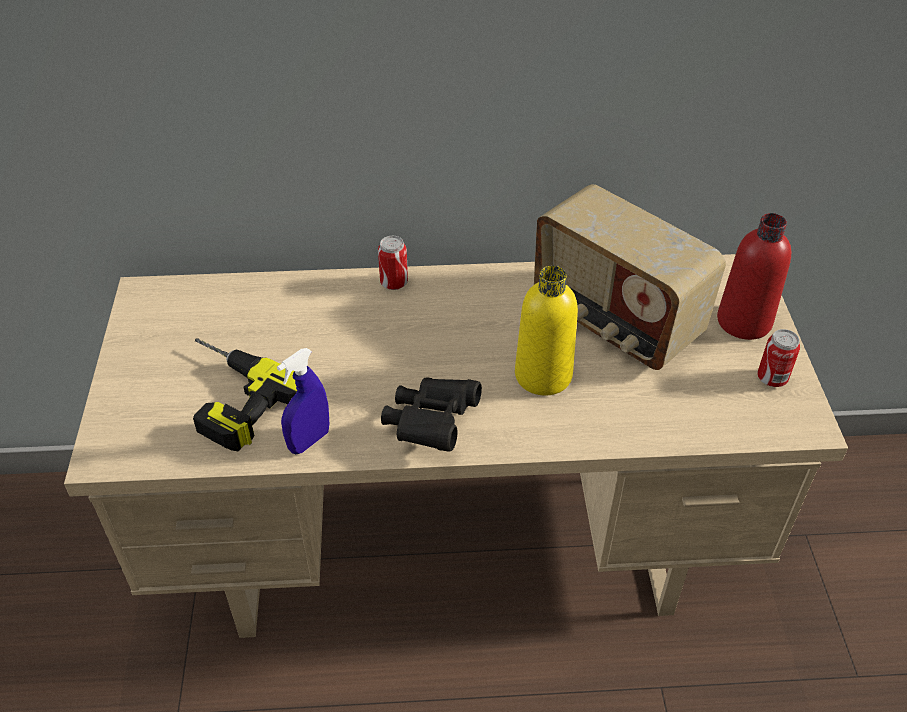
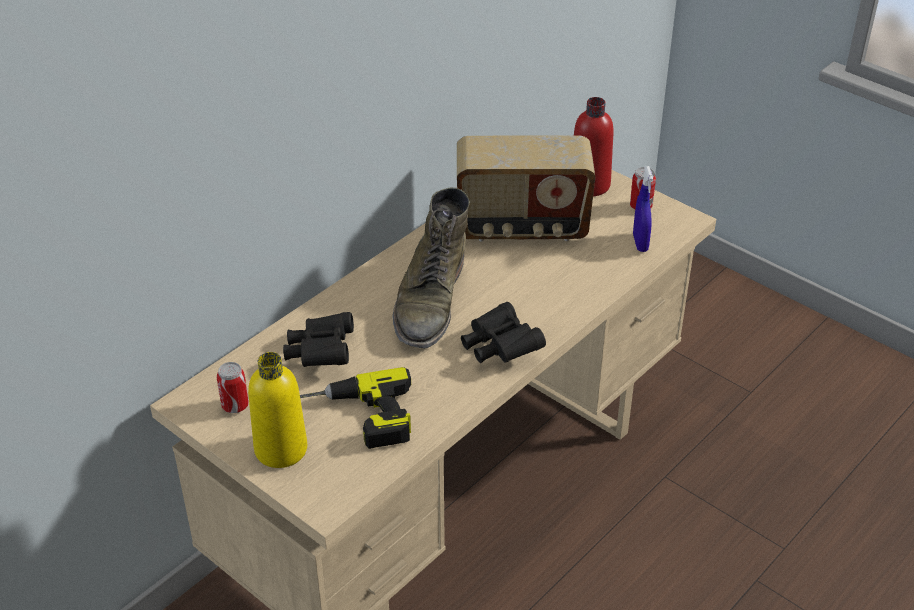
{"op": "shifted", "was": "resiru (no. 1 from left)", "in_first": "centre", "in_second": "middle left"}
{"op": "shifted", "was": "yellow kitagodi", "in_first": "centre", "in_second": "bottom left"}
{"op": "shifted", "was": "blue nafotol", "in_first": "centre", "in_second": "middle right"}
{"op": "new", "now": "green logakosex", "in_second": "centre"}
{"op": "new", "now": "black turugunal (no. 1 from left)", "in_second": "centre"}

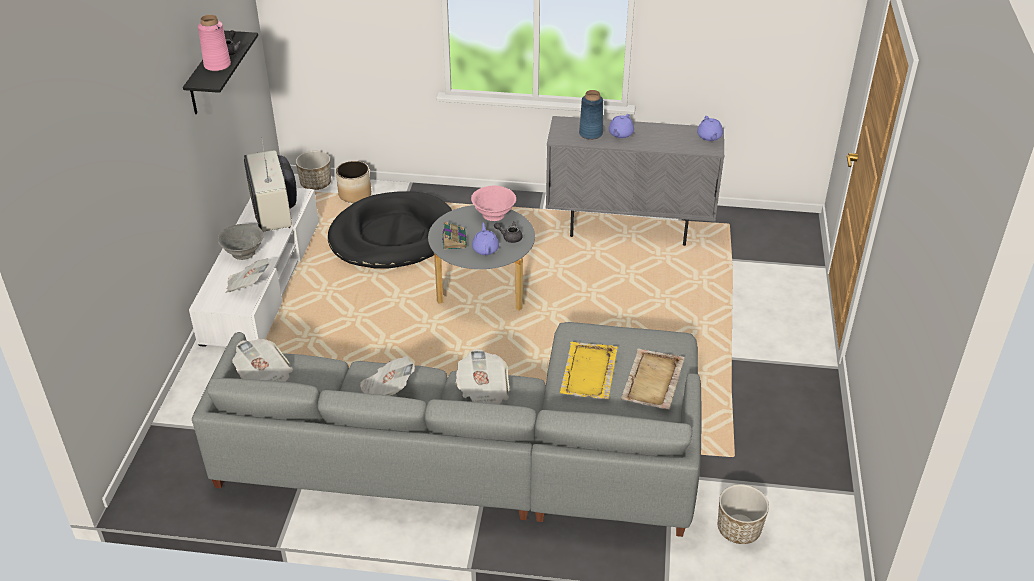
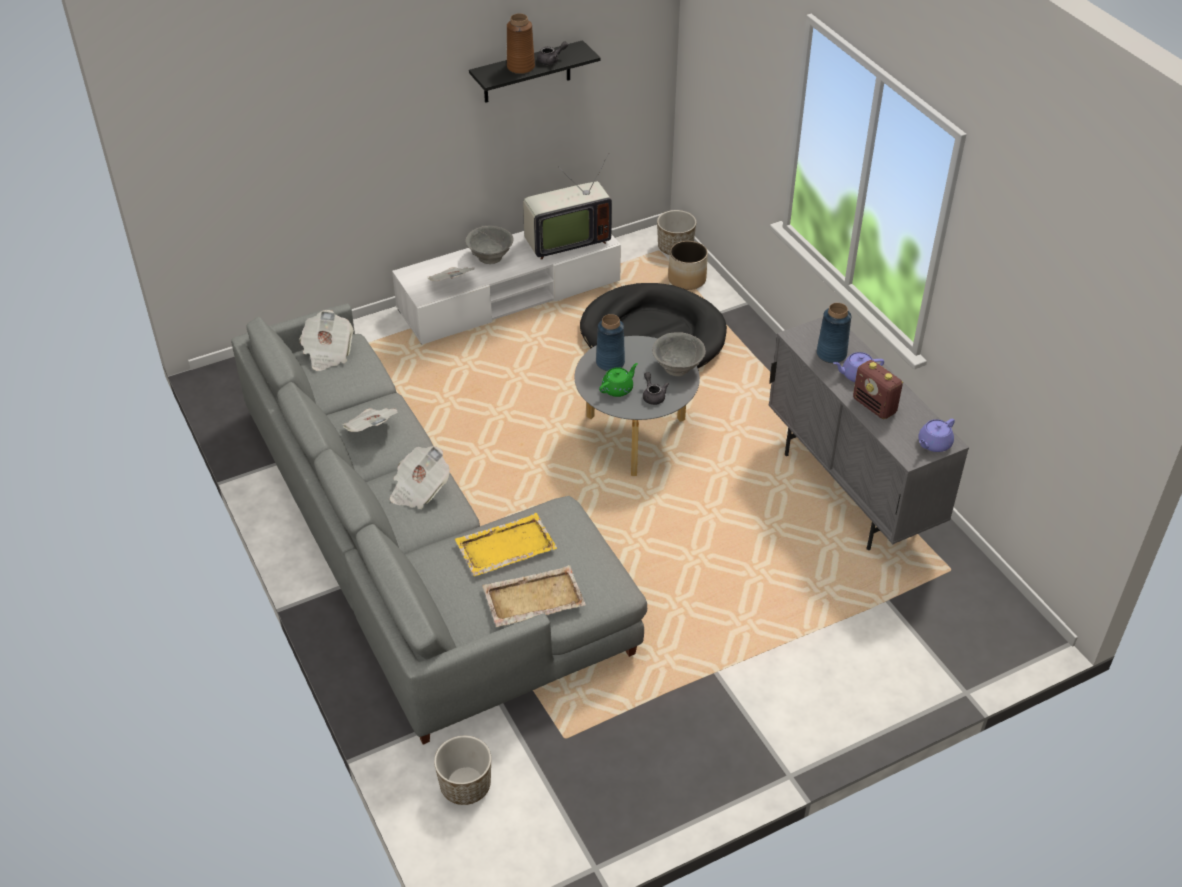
{"op": "repainted", "was": "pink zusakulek", "now": "brown zusakulek", "in_first": "top left", "in_second": "top centre"}
{"op": "rotated", "was": "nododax", "in_first": "top left", "in_second": "top centre", "clockwise": -150}
{"op": "repainted", "was": "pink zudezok", "now": "grey zudezok (no. 2 from left)", "in_first": "centre", "in_second": "centre"}
{"op": "swapped", "was": "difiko", "now": "blue zusakulek (no. 1 from left)", "in_first": "centre", "in_second": "centre"}
{"op": "repainted", "was": "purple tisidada (no. 1 from left)", "now": "green tisidada", "in_first": "centre", "in_second": "centre"}
{"op": "new", "now": "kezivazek", "in_second": "middle right"}

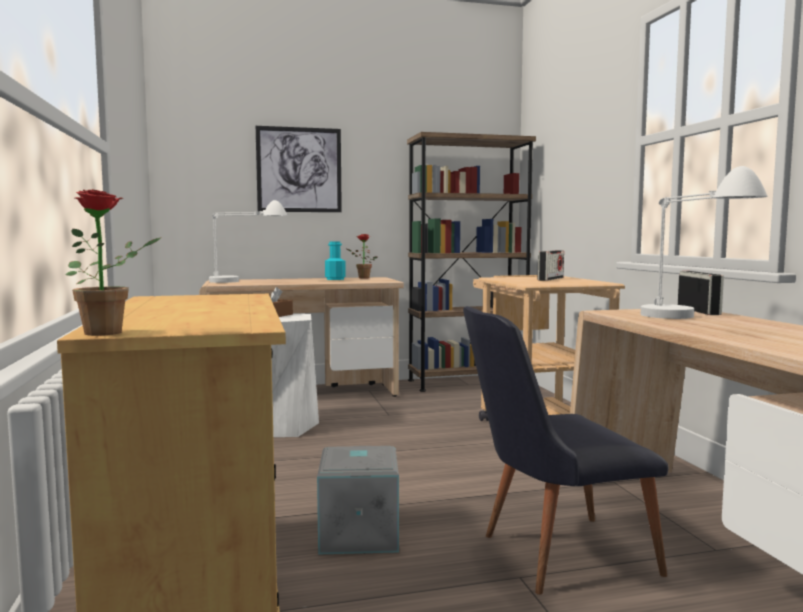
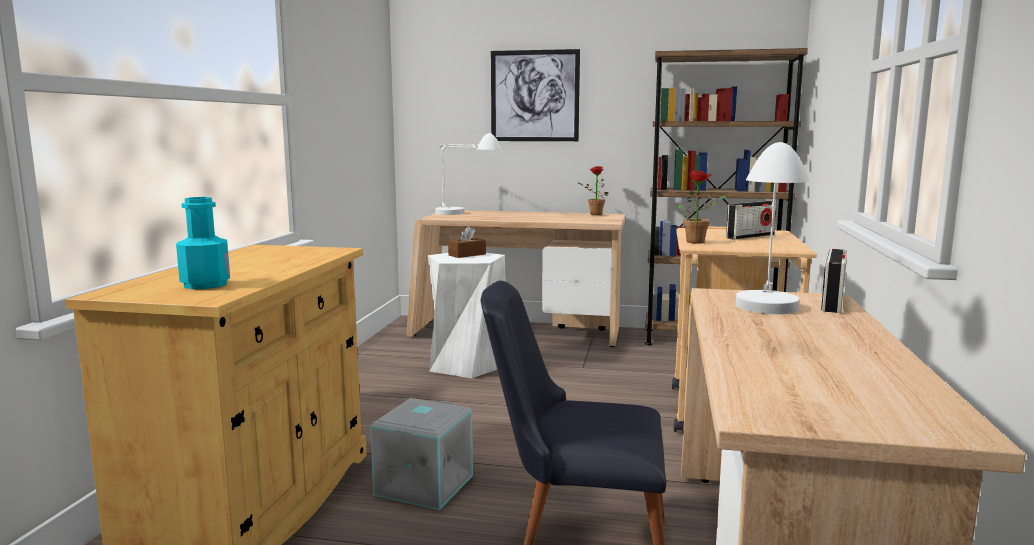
{"op": "shifted", "was": "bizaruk (no. 1 from left in the first image)", "now": "bizaruk (no. 2 from left)", "in_first": "middle left", "in_second": "middle right"}
{"op": "shifted", "was": "turquoise kitagodi", "in_first": "centre", "in_second": "middle left"}

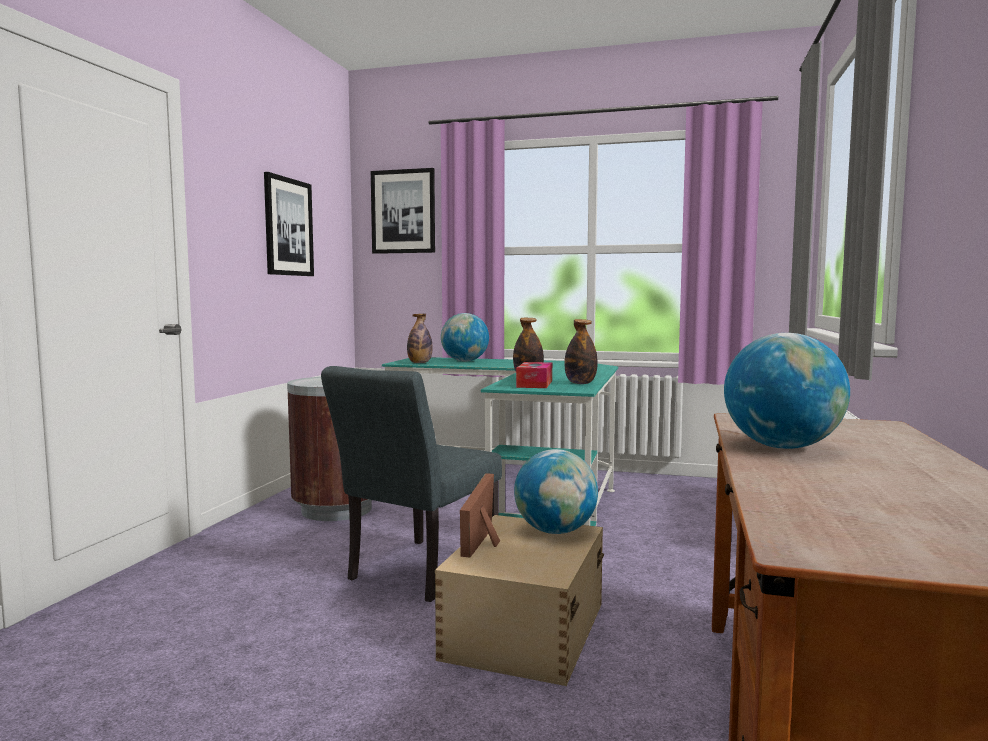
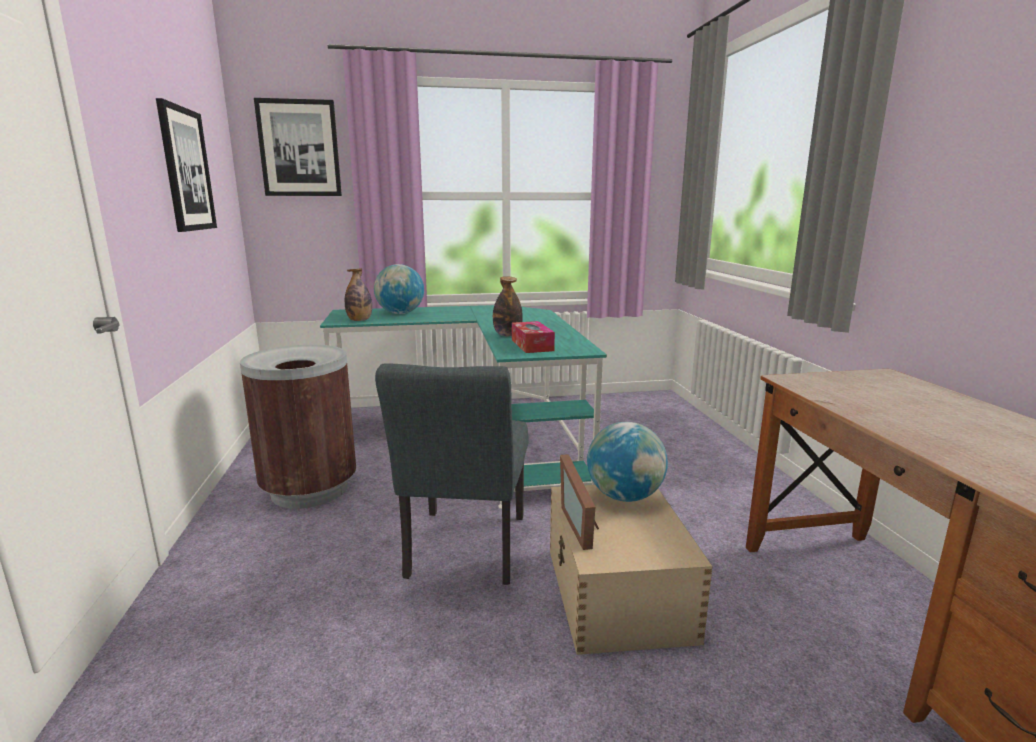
{"op": "gone", "was": "kitagodi (no. 3 from left)", "in_first": "centre"}
{"op": "gone", "was": "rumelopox (no. 3 from left)", "in_first": "middle right"}

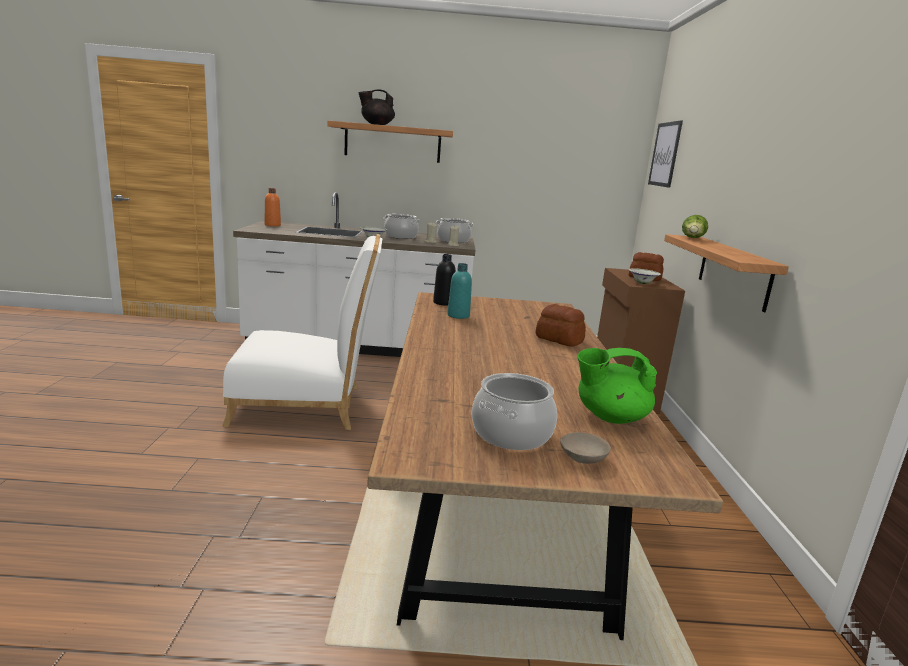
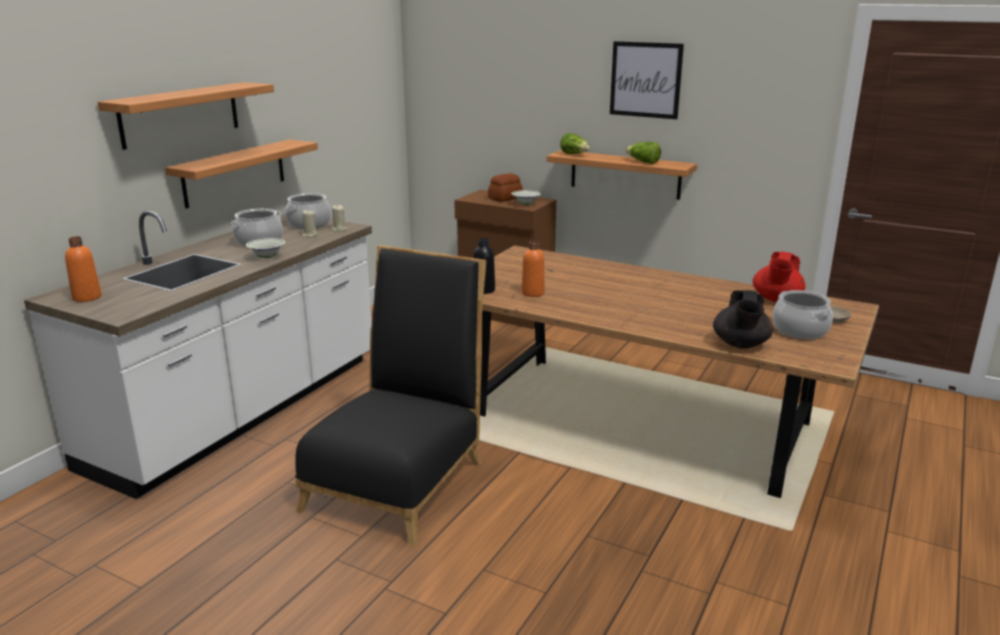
{"op": "shifted", "was": "black tisidada", "in_first": "top centre", "in_second": "middle right"}
{"op": "shifted", "was": "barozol", "in_first": "top right", "in_second": "top centre"}
{"op": "repainted", "was": "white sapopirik", "now": "black sapopirik", "in_first": "middle left", "in_second": "centre"}
{"op": "repainted", "was": "turquoise kitagodi", "now": "orange kitagodi (no. 2 from left)", "in_first": "centre", "in_second": "centre"}
{"op": "gone", "was": "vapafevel (no. 1 from left)", "in_first": "centre"}
{"op": "repainted", "was": "green tisidada", "now": "red tisidada", "in_first": "middle right", "in_second": "middle right"}
{"op": "new", "now": "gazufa (no. 2 from left)", "in_second": "top left"}
{"op": "new", "now": "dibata (no. 2 from left)", "in_second": "top centre"}

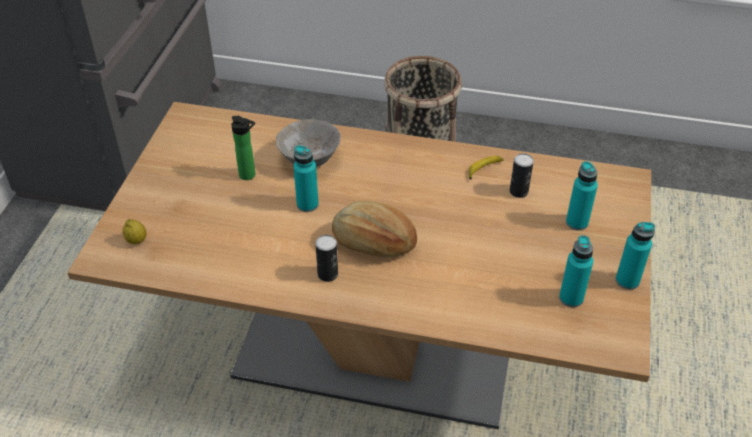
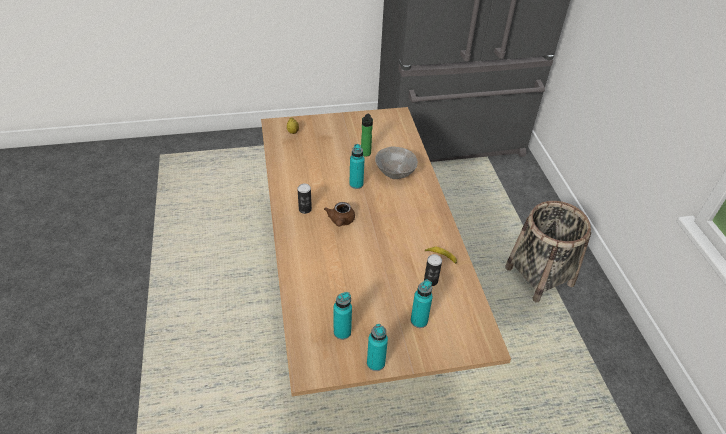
{"op": "swapped", "was": "vapafevel", "now": "brown tisidada", "in_first": "centre", "in_second": "centre"}

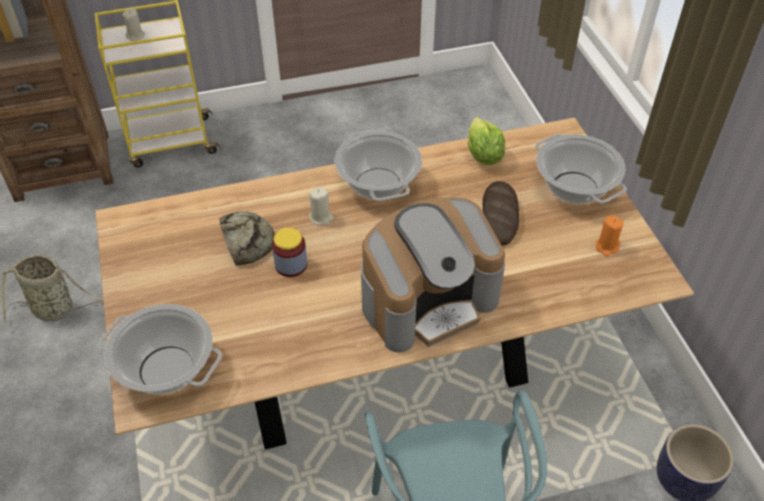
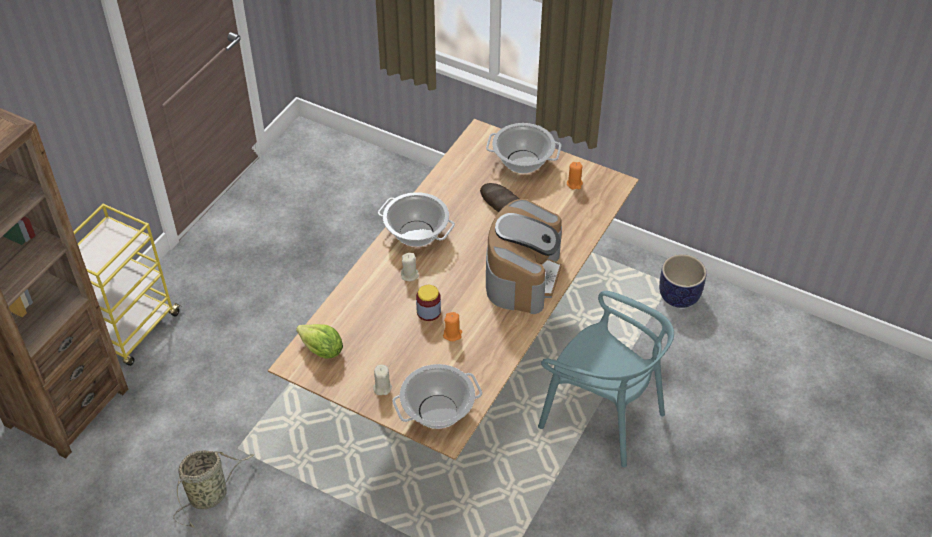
{"op": "shifted", "was": "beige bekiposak (no. 1 from left)", "in_first": "top left", "in_second": "bottom centre"}
{"op": "shifted", "was": "dibata", "in_first": "top centre", "in_second": "centre"}
{"op": "gone", "was": "vapafevel (no. 1 from left)", "in_first": "middle left"}
{"op": "new", "now": "orange bekiposak (no. 1 from left)", "in_second": "centre"}

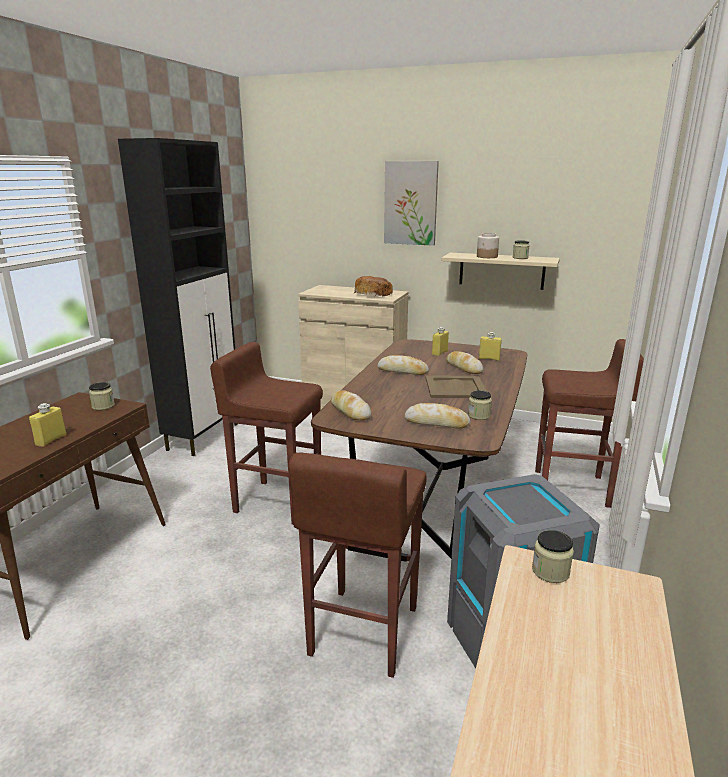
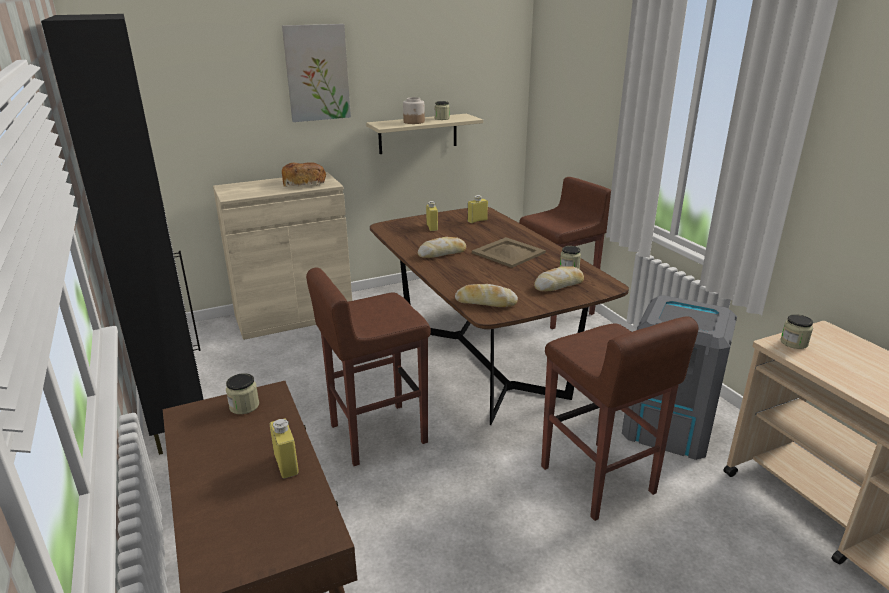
{"op": "gone", "was": "vapafevel (no. 5 from left)", "in_first": "centre"}

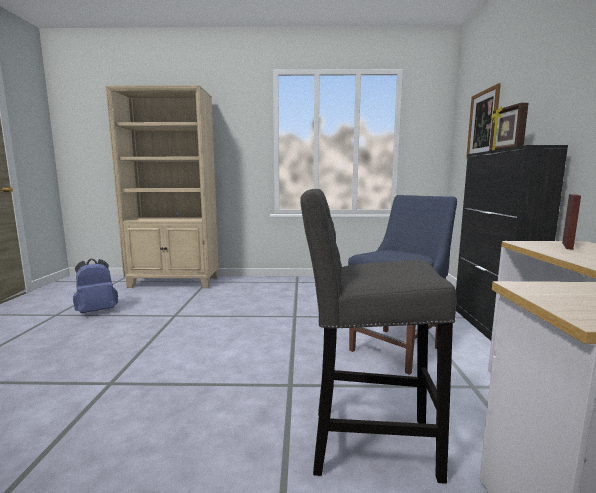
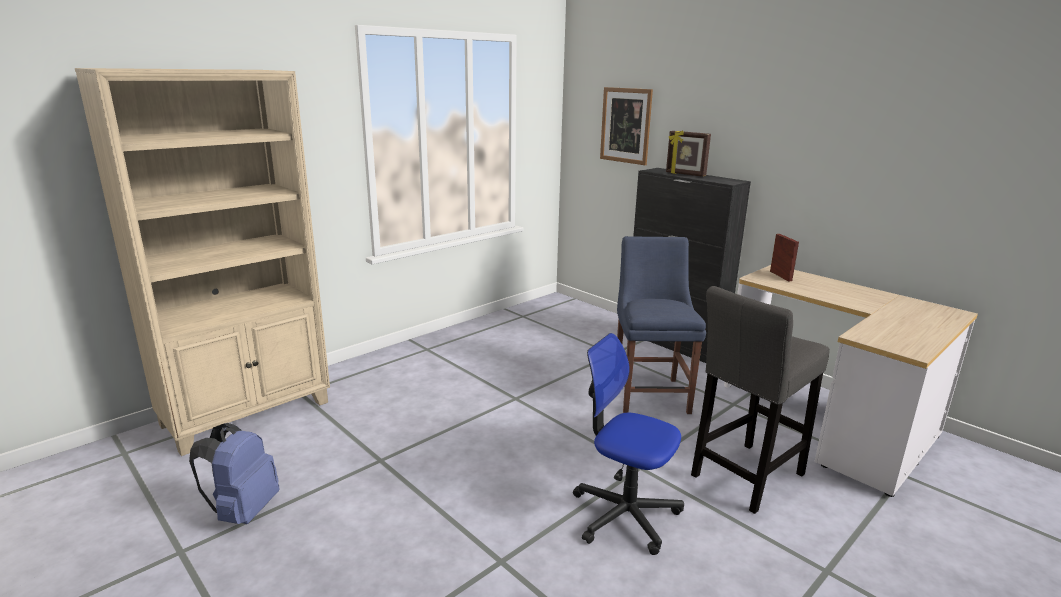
{"op": "new", "now": "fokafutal", "in_second": "bottom centre"}

